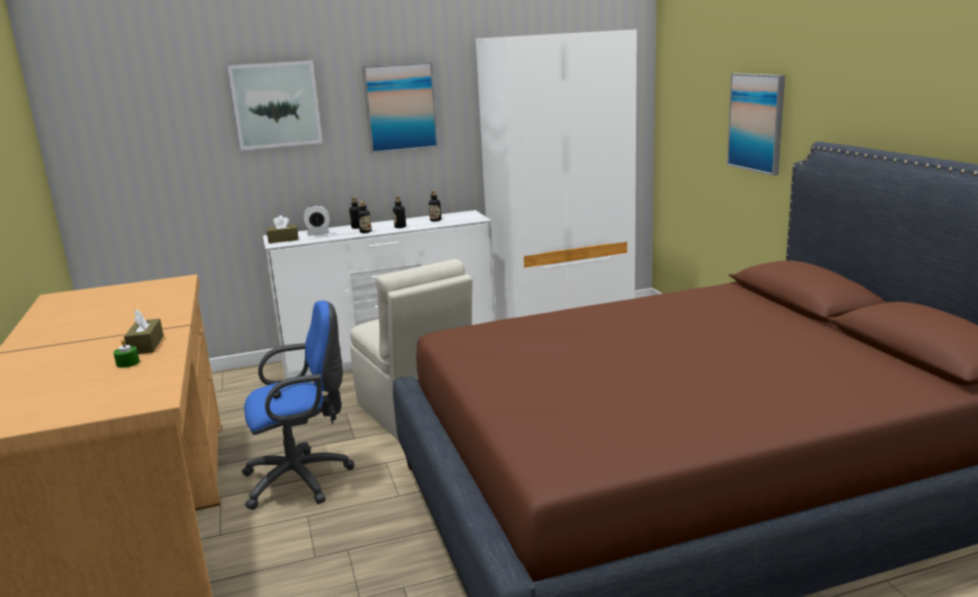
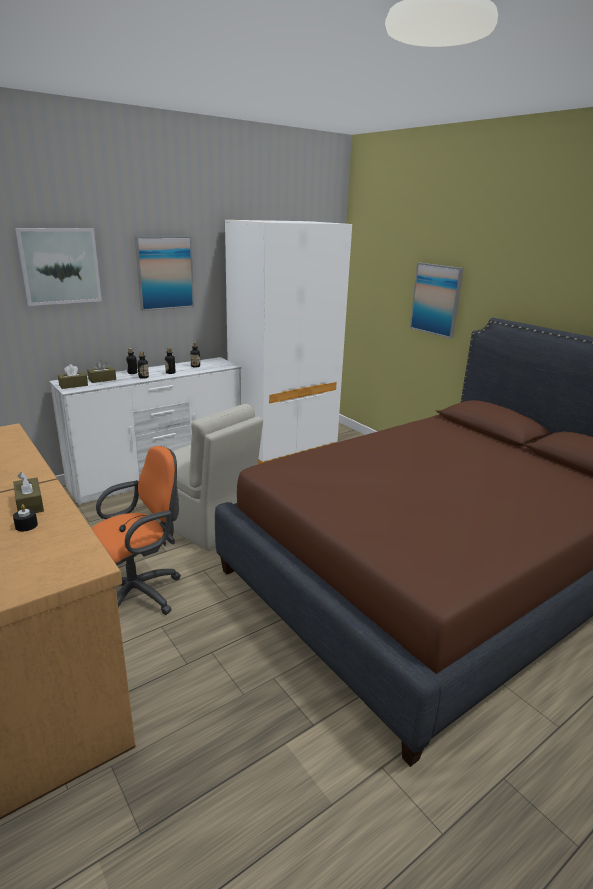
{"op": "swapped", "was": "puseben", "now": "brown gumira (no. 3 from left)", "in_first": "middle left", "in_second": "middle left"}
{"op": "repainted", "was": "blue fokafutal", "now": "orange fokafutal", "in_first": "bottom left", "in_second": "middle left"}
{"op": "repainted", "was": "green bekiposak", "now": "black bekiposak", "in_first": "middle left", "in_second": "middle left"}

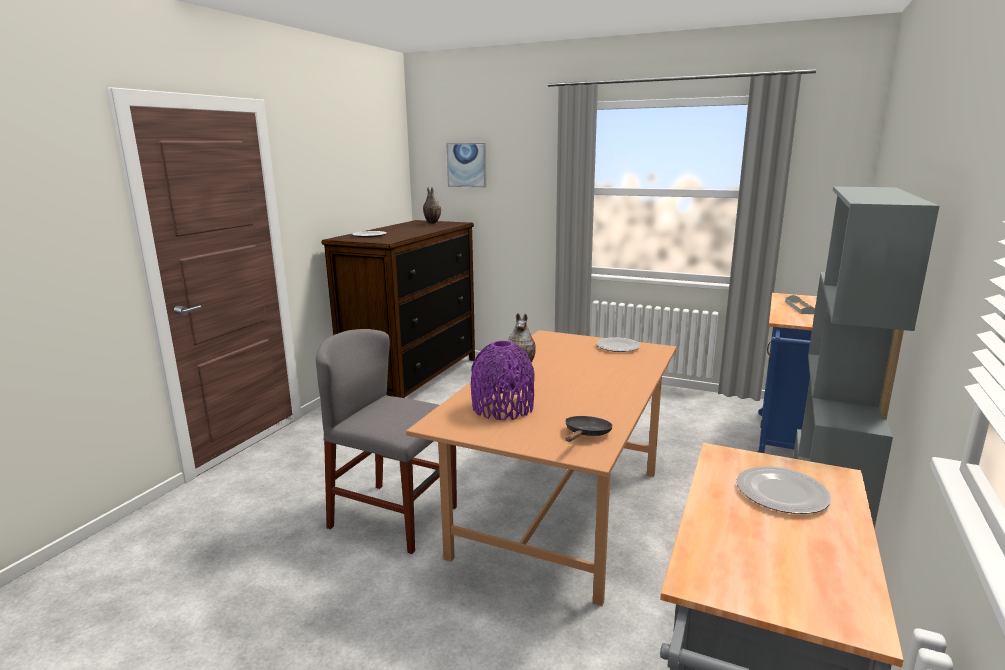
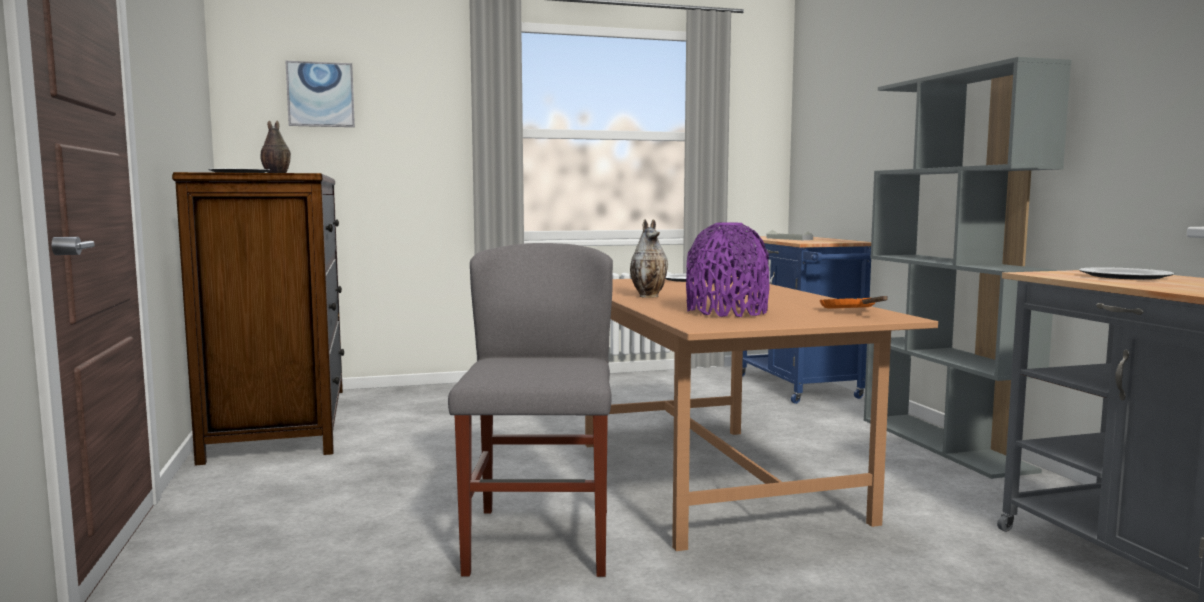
{"op": "rotated", "was": "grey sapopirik", "in_first": "centre", "in_second": "bottom centre", "clockwise": 105}
{"op": "repainted", "was": "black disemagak", "now": "orange disemagak", "in_first": "centre", "in_second": "middle right"}

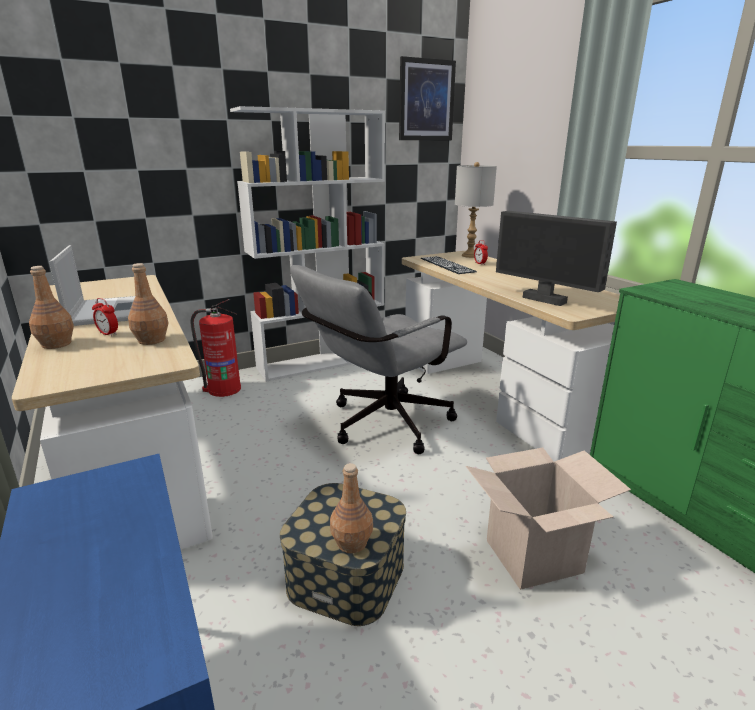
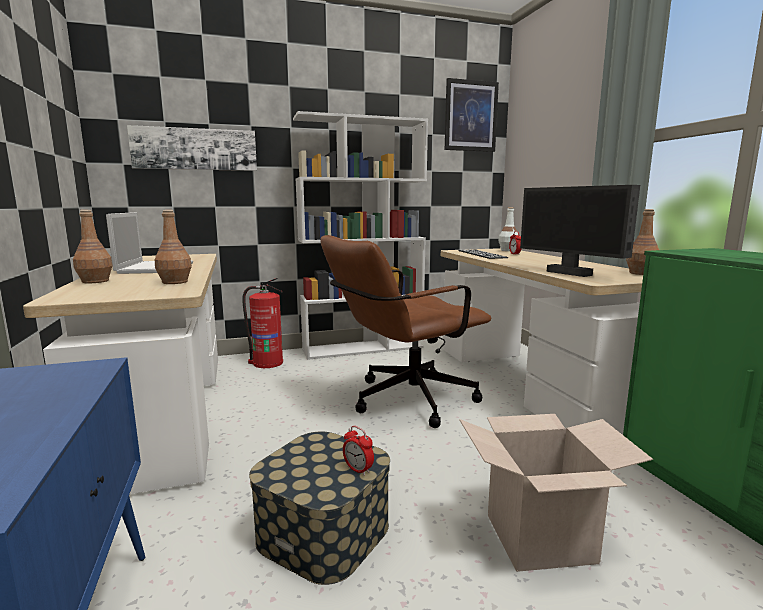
{"op": "swapped", "was": "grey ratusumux", "now": "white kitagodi", "in_first": "top centre", "in_second": "centre"}
{"op": "repainted", "was": "grey fokafutal", "now": "brown fokafutal", "in_first": "centre", "in_second": "centre"}
{"op": "shifted", "was": "puseben (no. 1 from left)", "in_first": "middle left", "in_second": "bottom centre"}
{"op": "shifted", "was": "brown kitagodi (no. 3 from left)", "in_first": "bottom centre", "in_second": "middle right"}
{"op": "new", "now": "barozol (no. 1 from left)", "in_second": "top left"}

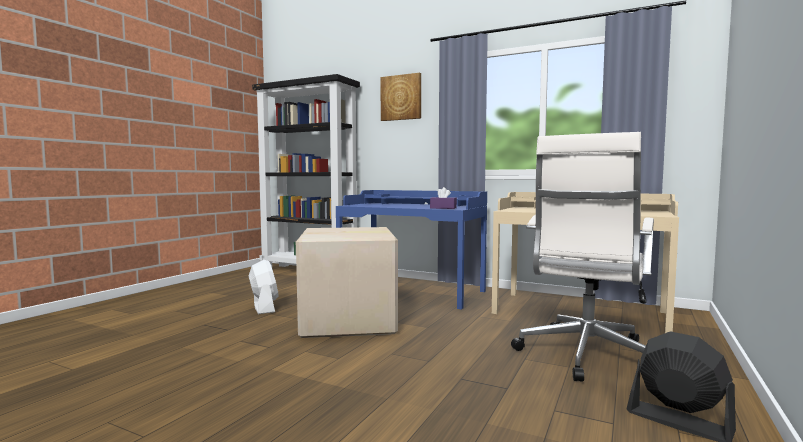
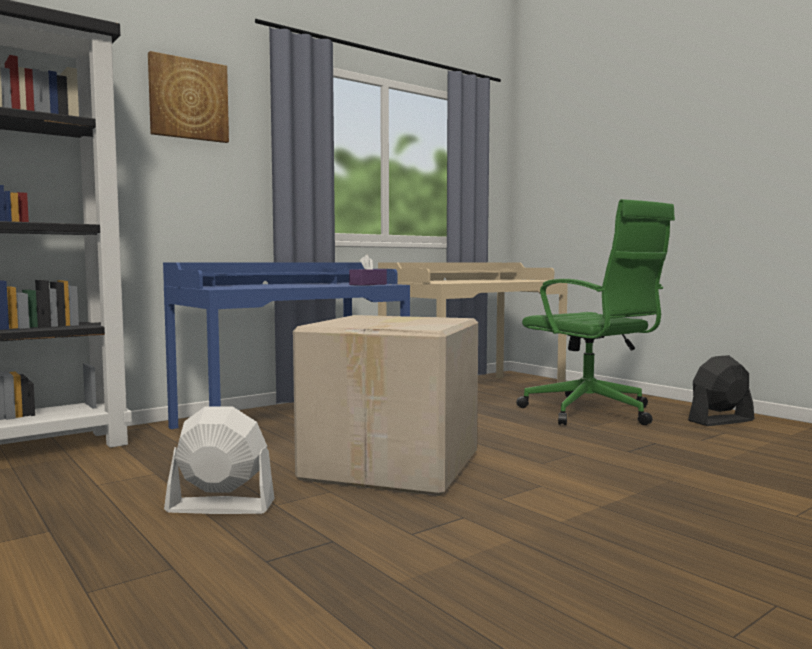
{"op": "repainted", "was": "white fokafutal", "now": "green fokafutal", "in_first": "middle right", "in_second": "middle right"}

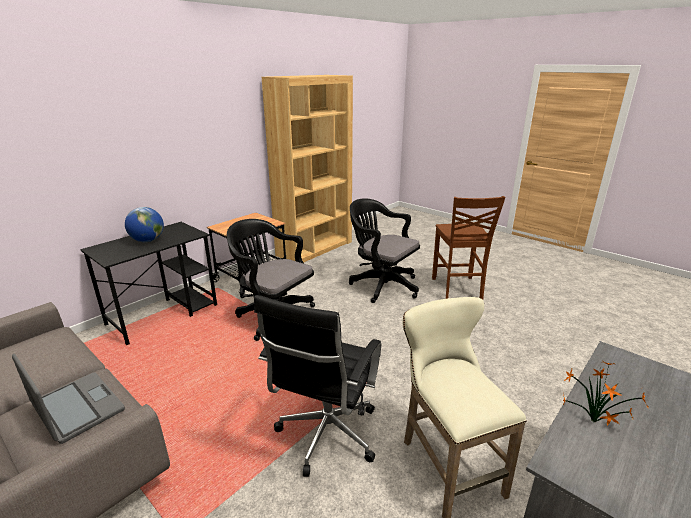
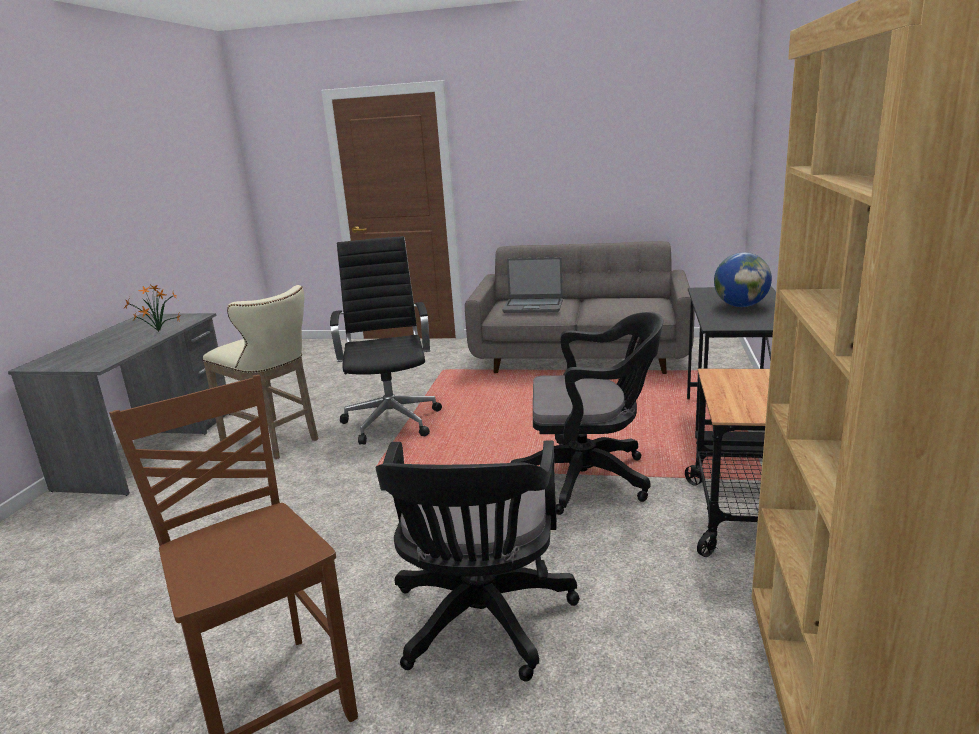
{"op": "rotated", "was": "black fokafutal (no. 3 from left in the first image)", "in_first": "centre", "in_second": "bottom centre", "clockwise": 90}

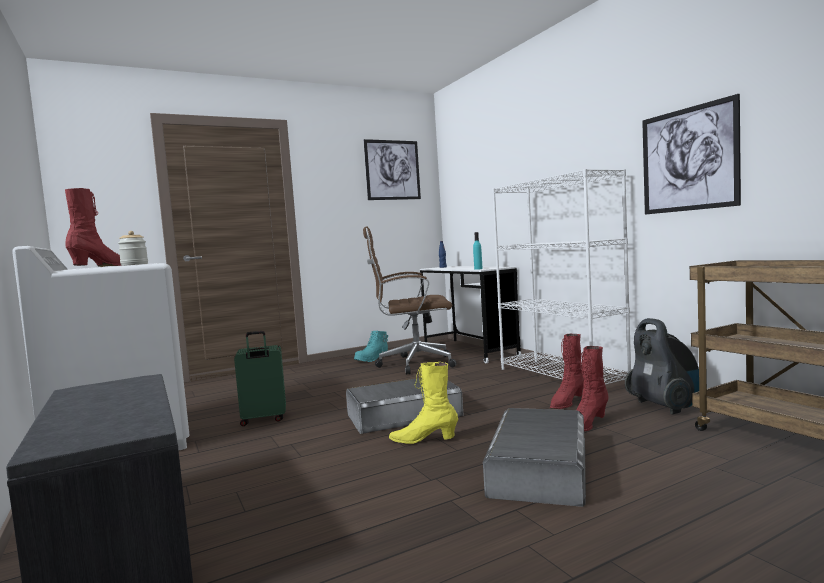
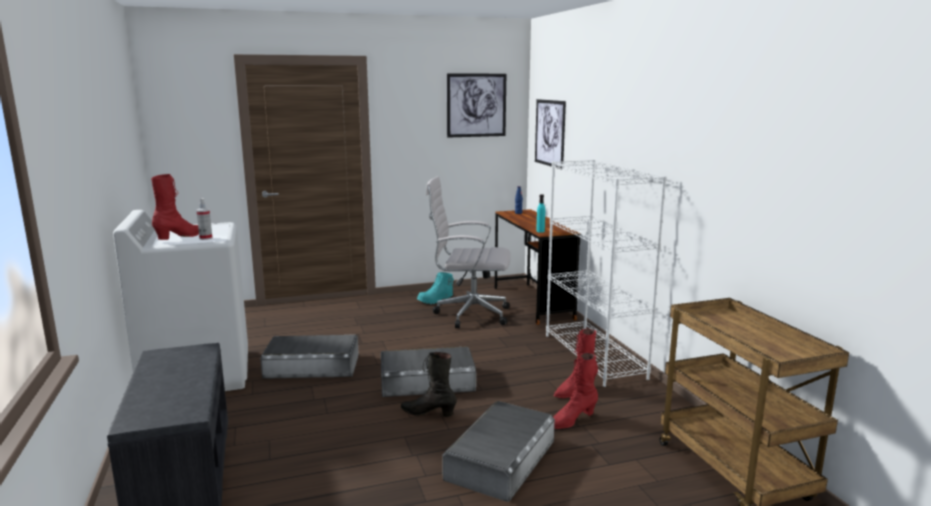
{"op": "shifted", "was": "barozol (no. 2 from left)", "in_first": "top right", "in_second": "top centre"}
{"op": "repainted", "was": "brown fokafutal", "now": "white fokafutal", "in_first": "centre", "in_second": "centre"}
{"op": "swapped", "was": "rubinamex", "now": "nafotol", "in_first": "middle left", "in_second": "middle left"}
{"op": "repainted", "was": "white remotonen", "now": "brown remotonen", "in_first": "centre", "in_second": "centre"}
{"op": "gone", "was": "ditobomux", "in_first": "middle right"}
{"op": "swapped", "was": "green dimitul", "now": "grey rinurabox (no. 1 from left)", "in_first": "middle left", "in_second": "bottom left"}
{"op": "repainted", "was": "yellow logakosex", "now": "black logakosex", "in_first": "bottom centre", "in_second": "bottom centre"}

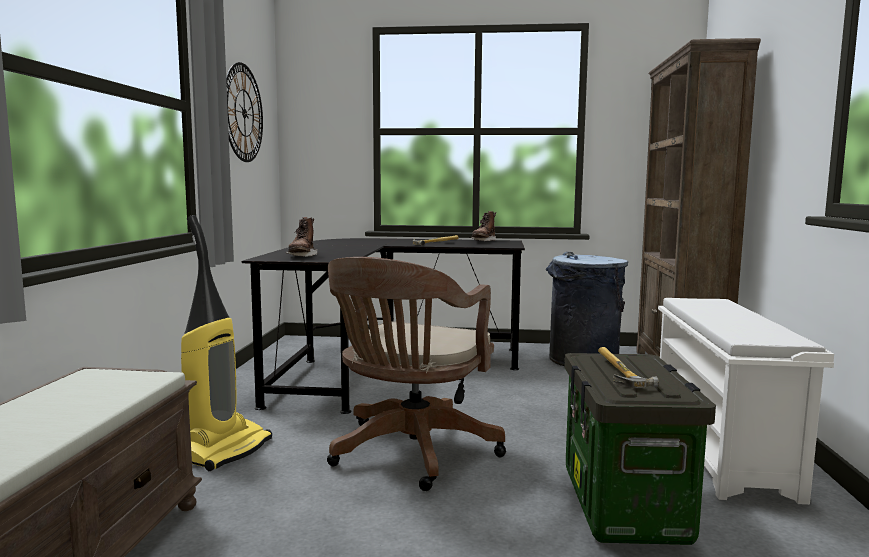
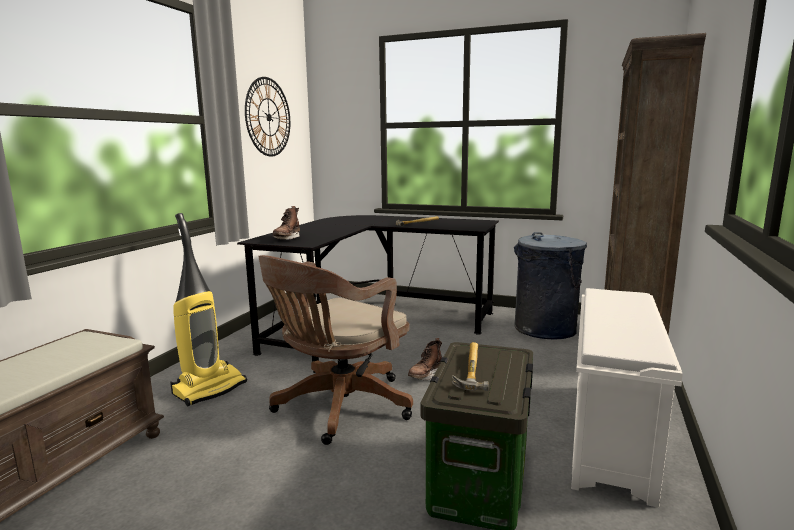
{"op": "shifted", "was": "brown logakosex (no. 2 from left)", "in_first": "centre", "in_second": "bottom centre"}

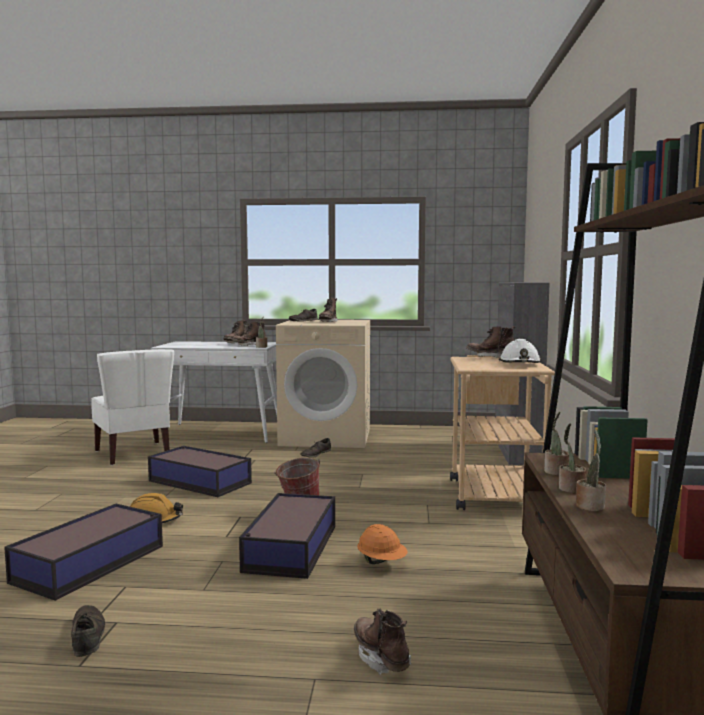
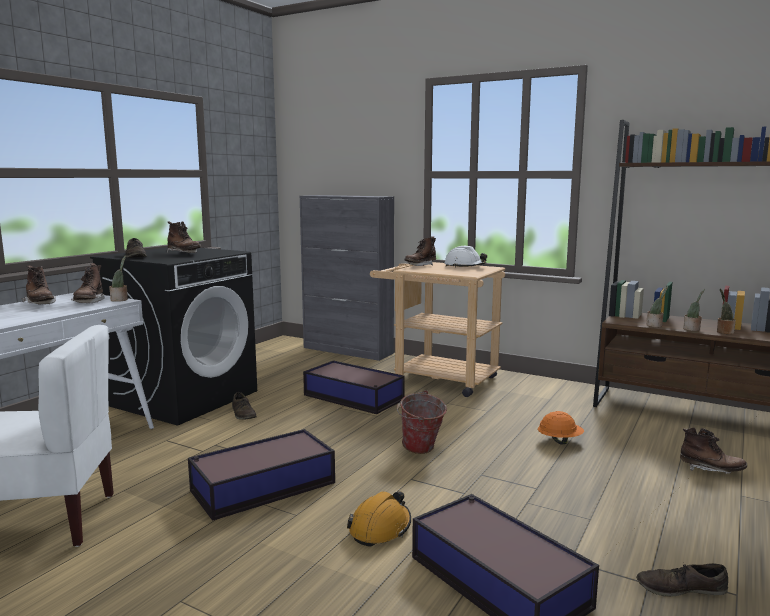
{"op": "repainted", "was": "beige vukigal", "now": "black vukigal", "in_first": "centre", "in_second": "middle left"}
{"op": "shifted", "was": "rinurabox (no. 3 from left in the first image)", "now": "rinurabox (no. 2 from left)", "in_first": "bottom centre", "in_second": "centre"}
{"op": "rotated", "was": "brown logakosex (no. 4 from left in the first image)", "in_first": "bottom centre", "in_second": "bottom right", "clockwise": -150}

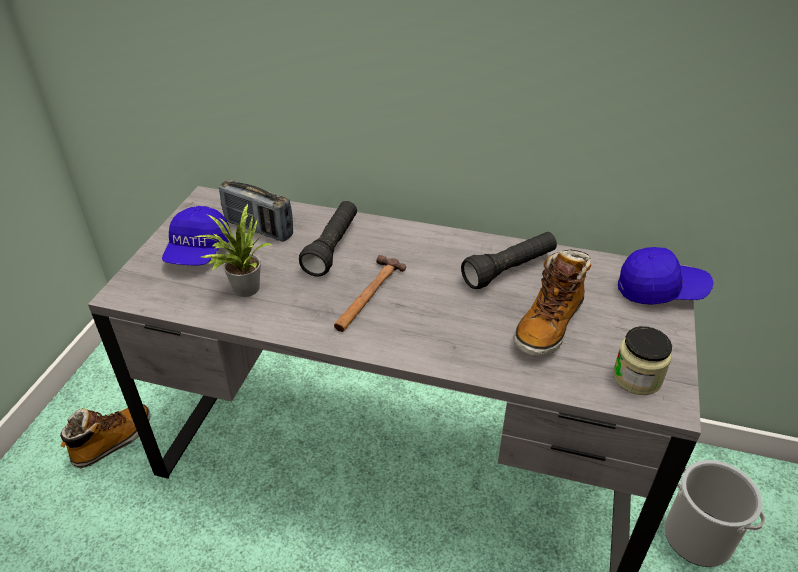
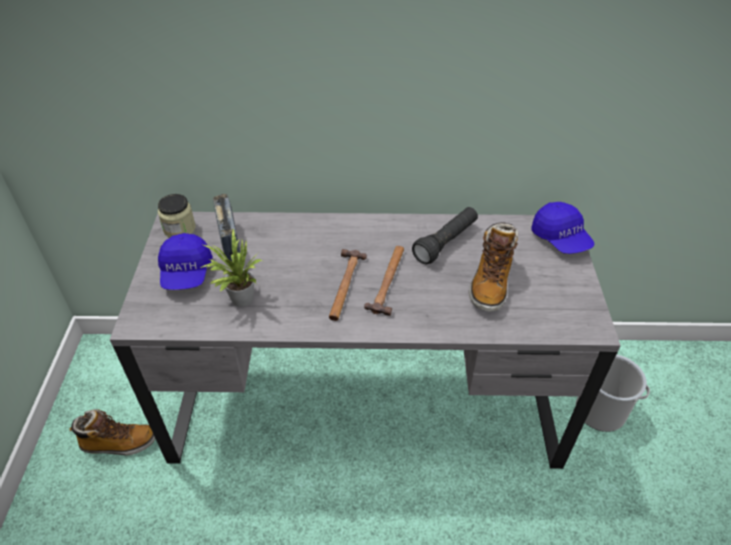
{"op": "rotated", "was": "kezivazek", "in_first": "middle left", "in_second": "middle left", "clockwise": -120}
{"op": "gone", "was": "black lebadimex (no. 1 from left)", "in_first": "centre"}
{"op": "rotated", "was": "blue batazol (no. 2 from left)", "in_first": "middle right", "in_second": "middle right", "clockwise": 75}
{"op": "shifted", "was": "rubinamex", "in_first": "middle right", "in_second": "middle left"}
{"op": "rotated", "was": "logakosex (no. 1 from left)", "in_first": "bottom left", "in_second": "bottom left", "clockwise": 60}
{"op": "new", "now": "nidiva (no. 2 from left)", "in_second": "centre"}

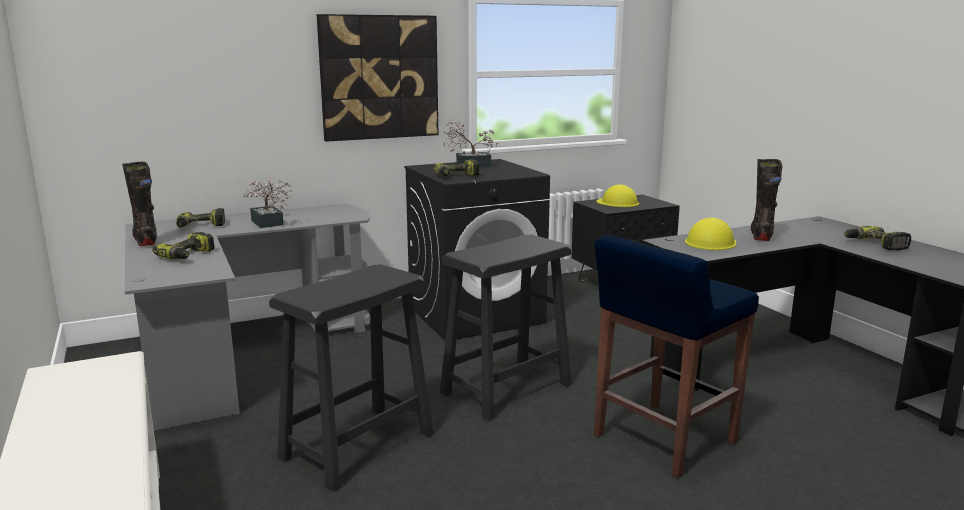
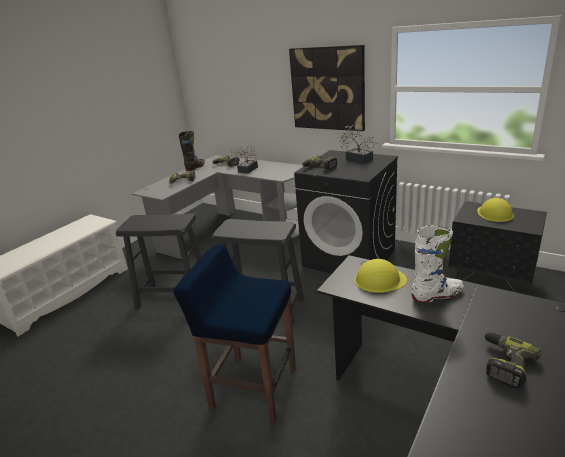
{"op": "repainted", "was": "black logakosex (no. 2 from left)", "now": "white logakosex", "in_first": "middle right", "in_second": "middle right"}

